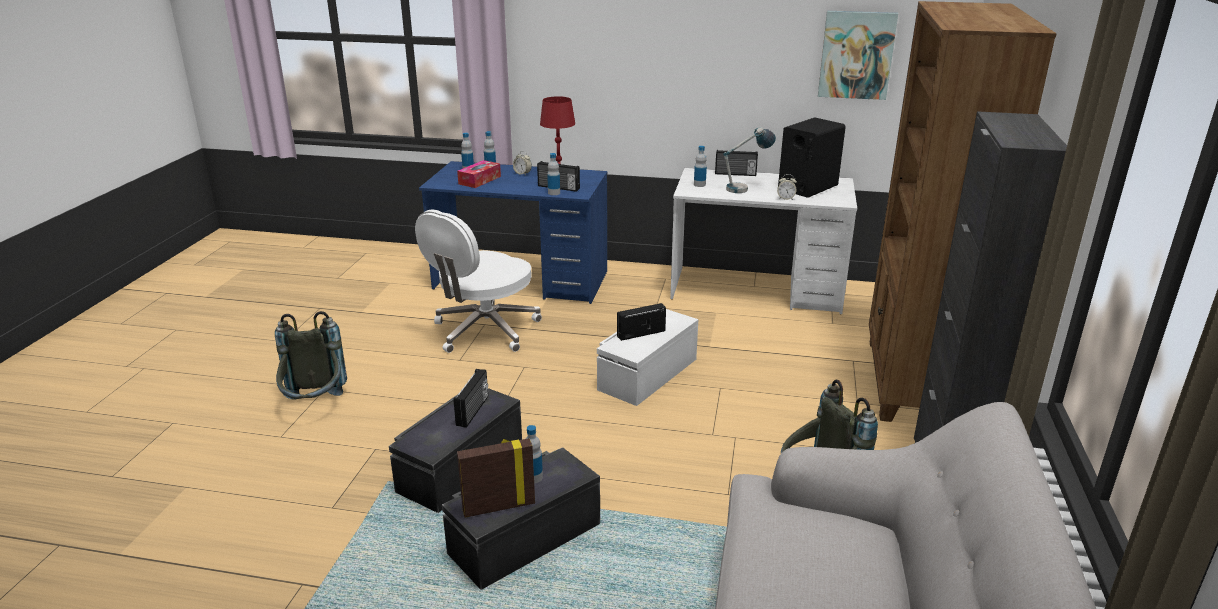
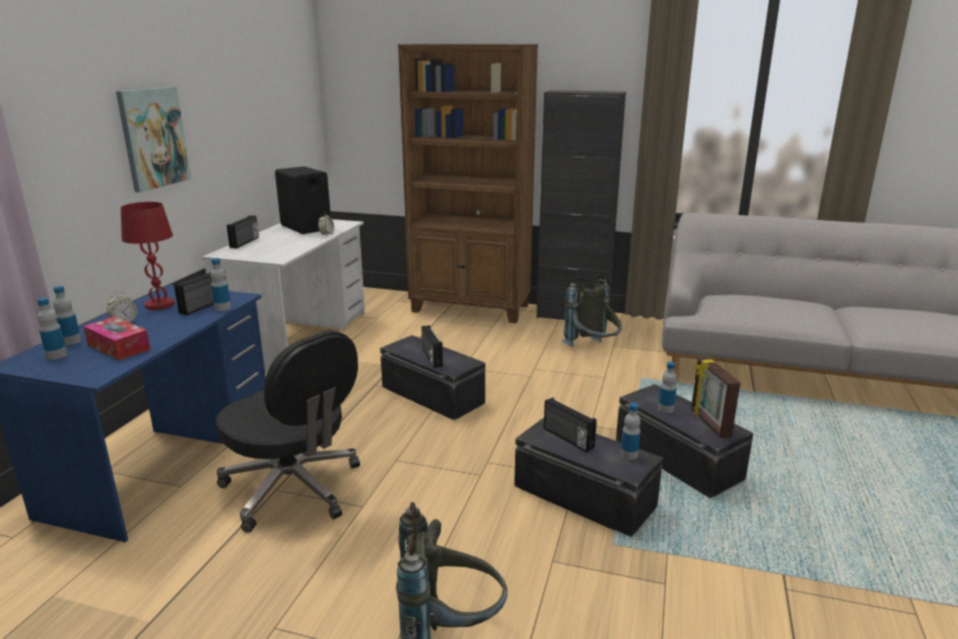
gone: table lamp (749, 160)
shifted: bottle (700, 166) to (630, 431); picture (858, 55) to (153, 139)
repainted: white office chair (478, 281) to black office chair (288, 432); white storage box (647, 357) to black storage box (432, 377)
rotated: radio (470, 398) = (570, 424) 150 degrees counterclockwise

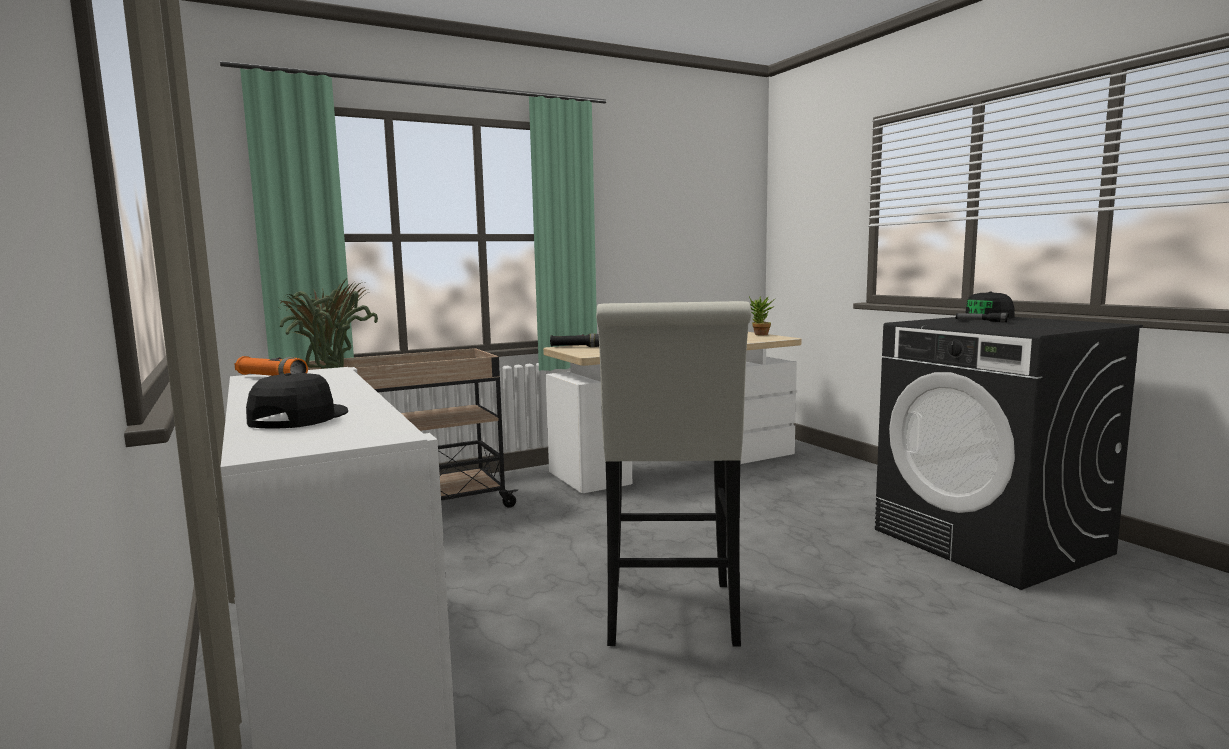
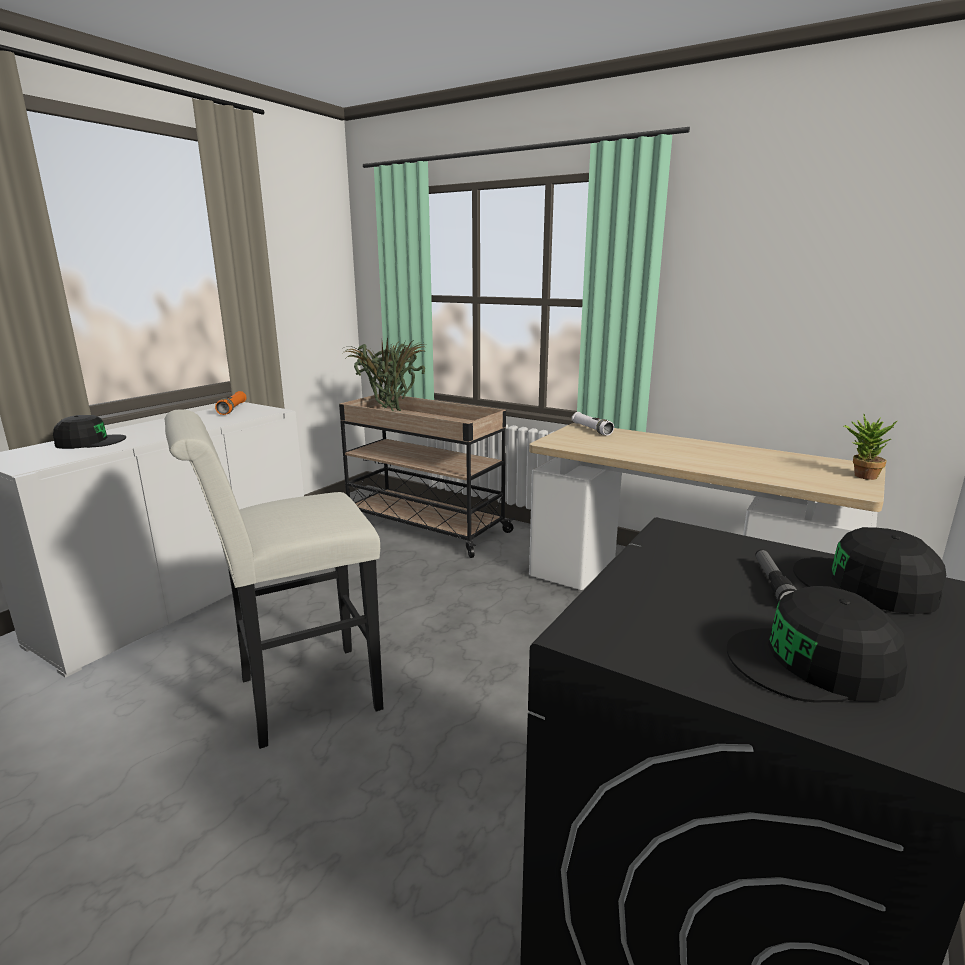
new: black cap (817, 644)
repainted: black flashlight (574, 340) to white flashlight (593, 424)

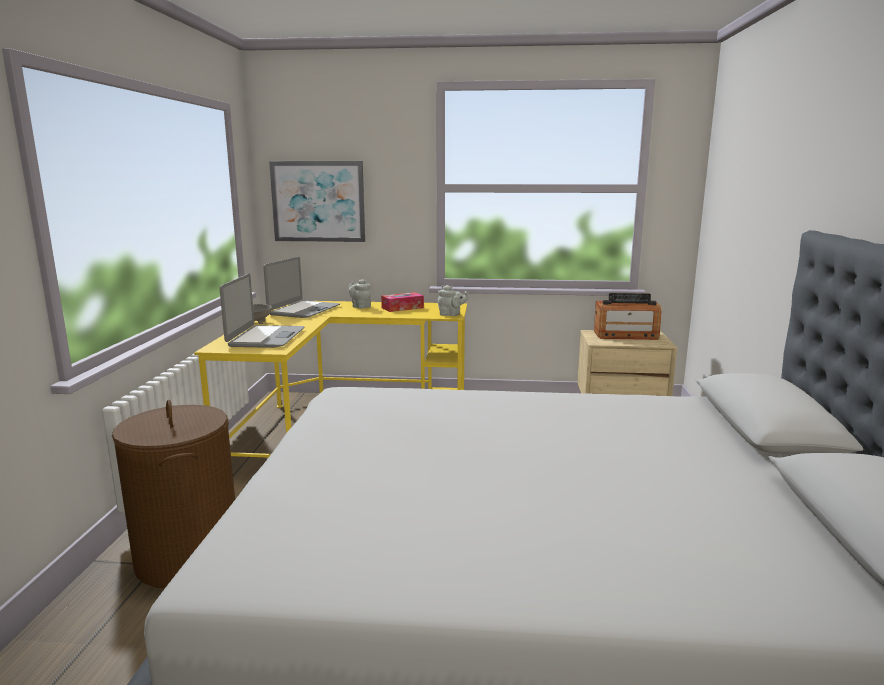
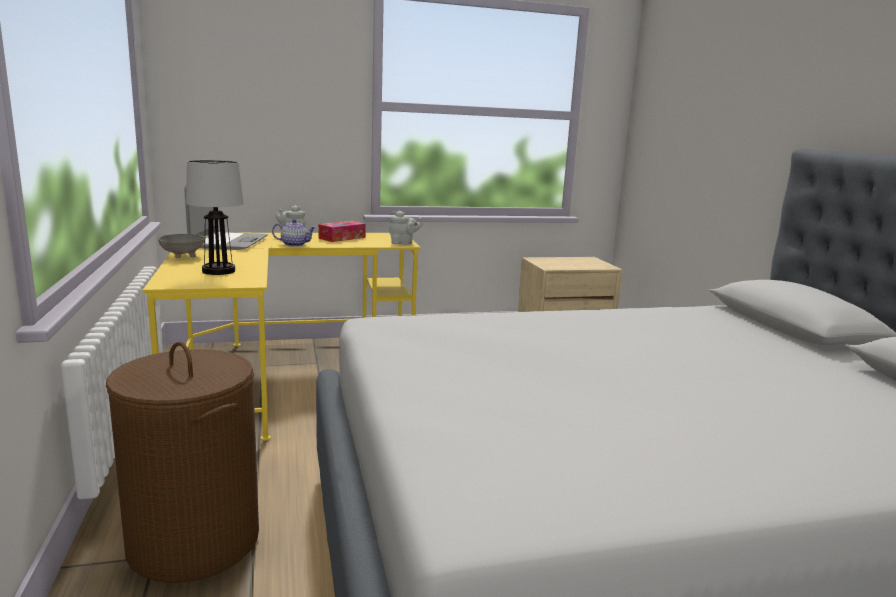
gone: picture (317, 201); radio (628, 316)
new: teapot (294, 233)
swapped: laptop (262, 311) to table lamp (215, 217)

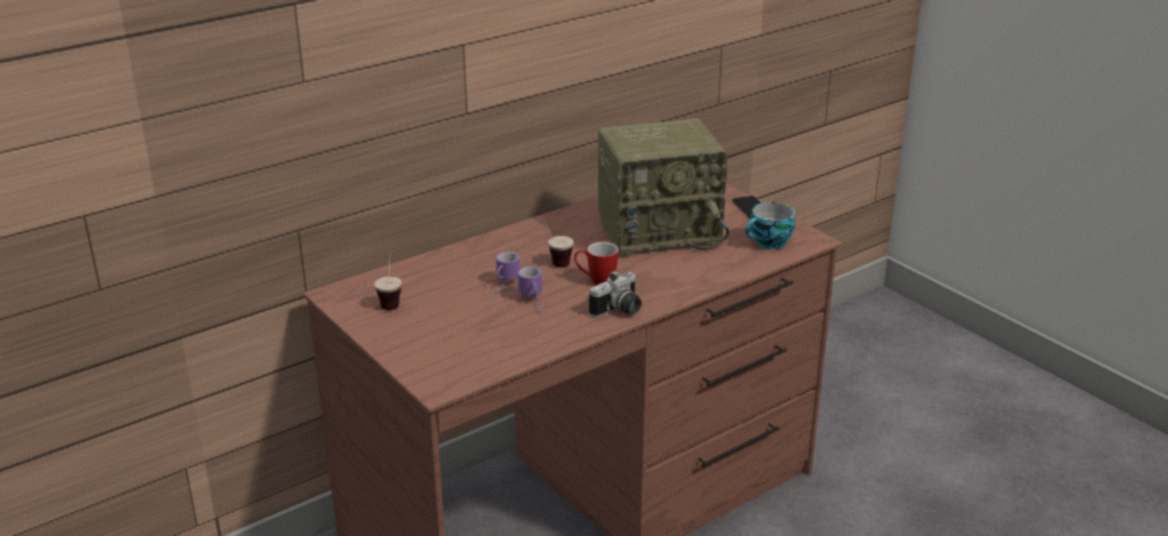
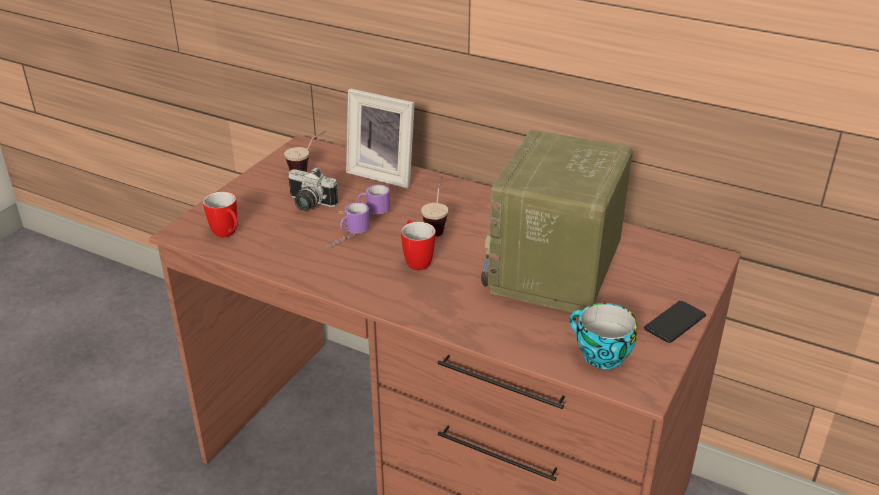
new: mug (220, 214); picture frame (380, 138)
shifted: photo camera (615, 294) to (313, 189)
rotated: radio (663, 187) = (557, 221) 60 degrees clockwise

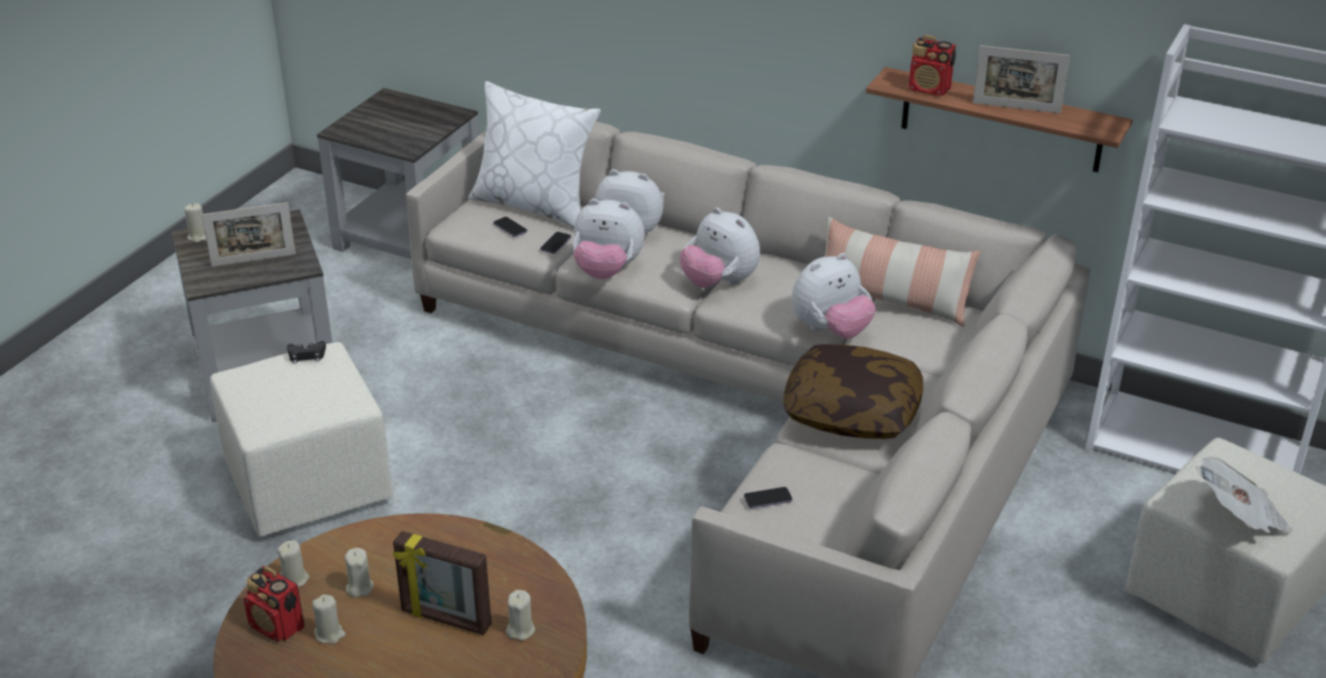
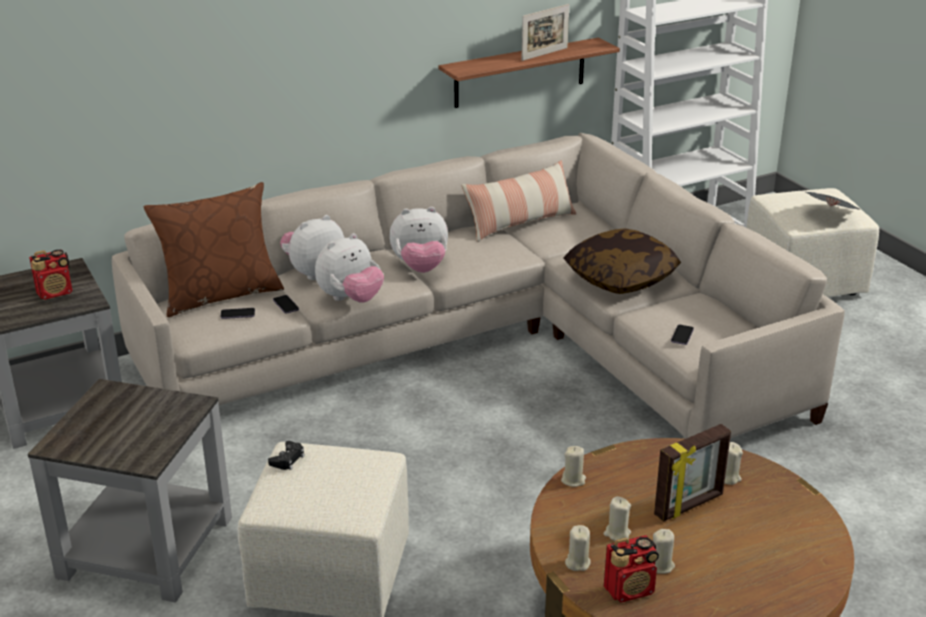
gone: picture frame (249, 234); plush toy (834, 296)
shifted: beige candle (195, 222) to (573, 466); radio (932, 65) to (51, 275)
repainted: white pillow (534, 154) to brown pillow (214, 249)

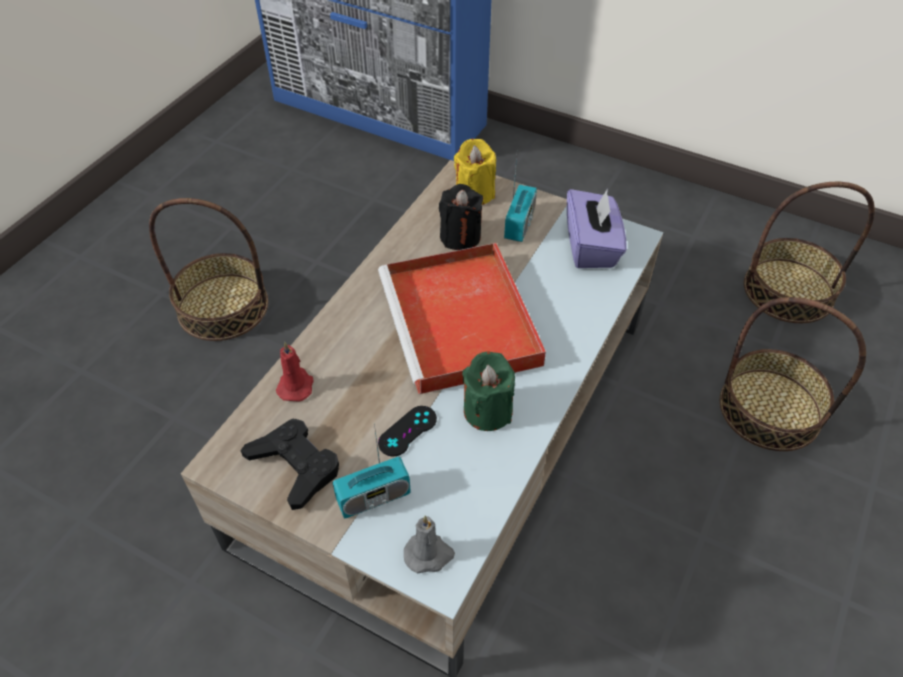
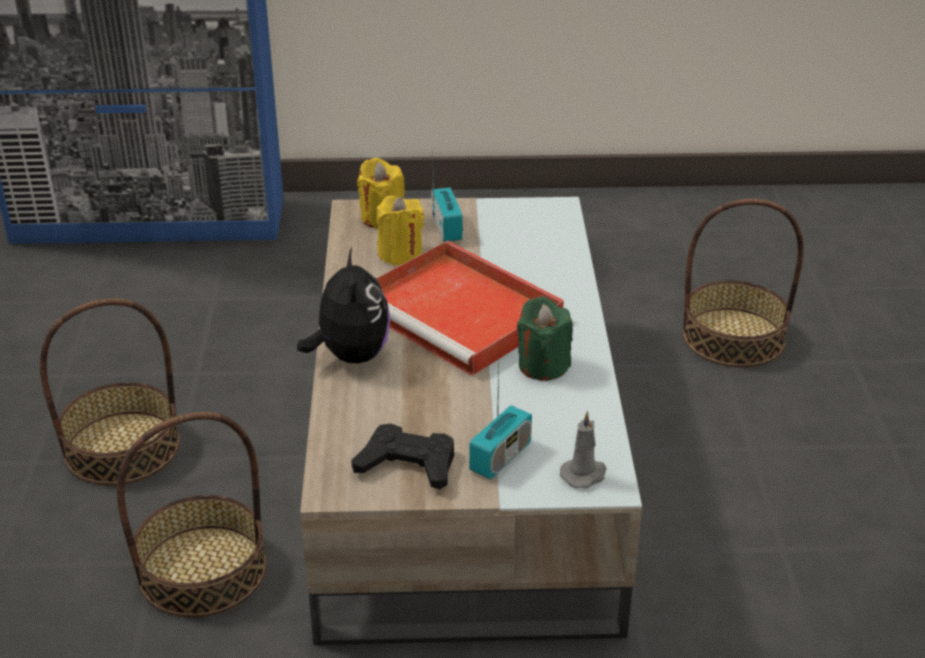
gone: red candle (294, 372); black game controller (407, 431); purple tissue box (596, 228)
new: plush toy (343, 305)
shifted: basket (809, 252) to (191, 514)
repainted: black candle (461, 217) to yellow candle (400, 230)

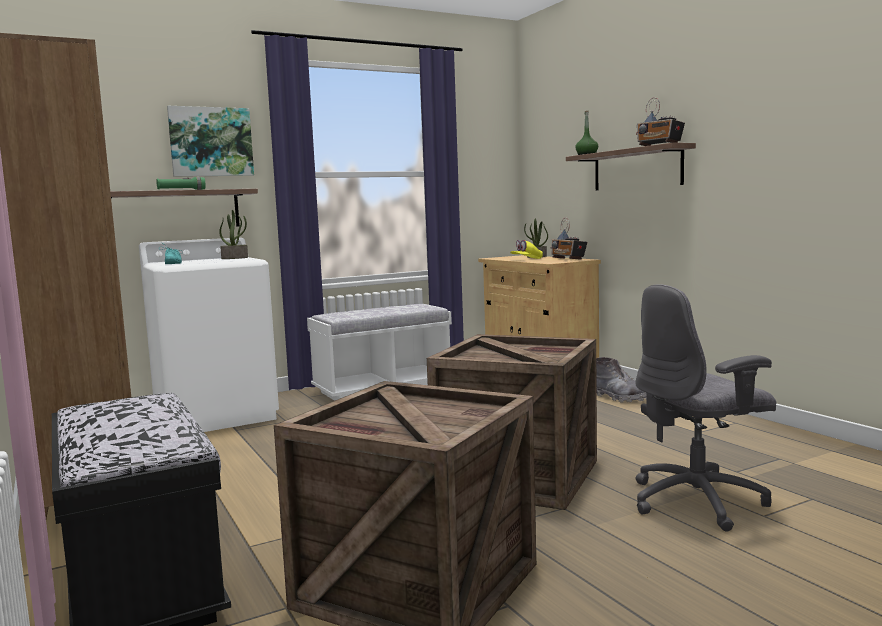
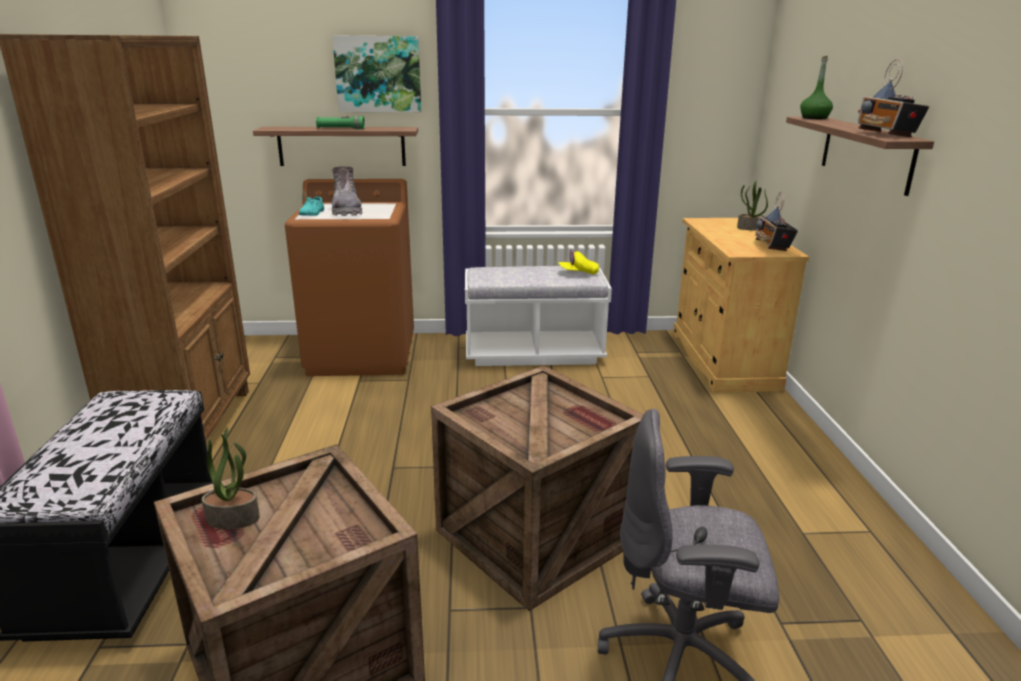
shifted: potted plant (233, 234) to (231, 478); yellow cap (526, 249) to (579, 262); grey boot (621, 379) to (347, 191)
repainted: white washing machine (209, 335) to brown washing machine (349, 277)

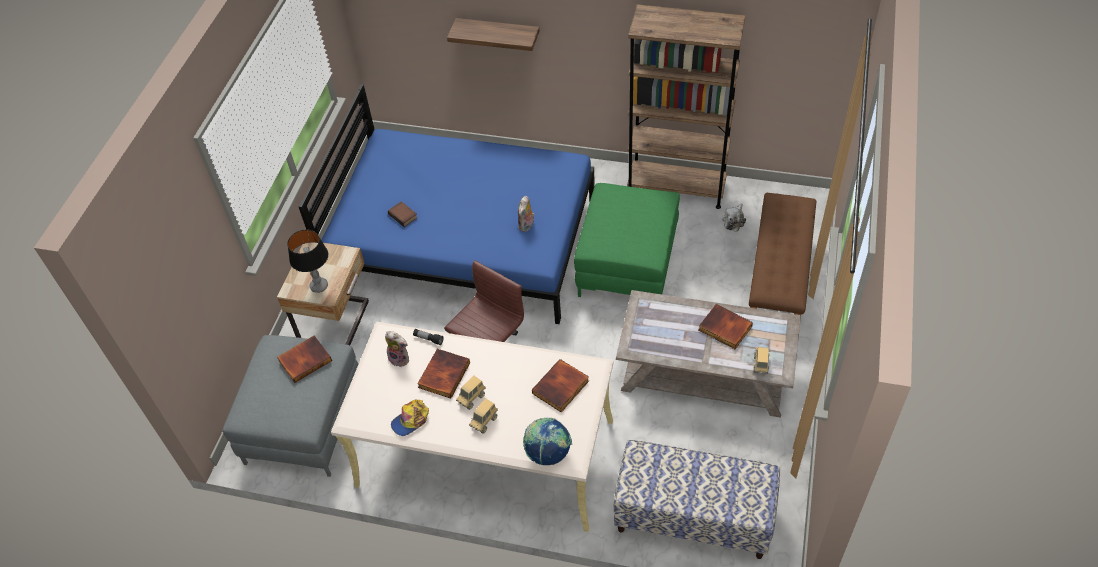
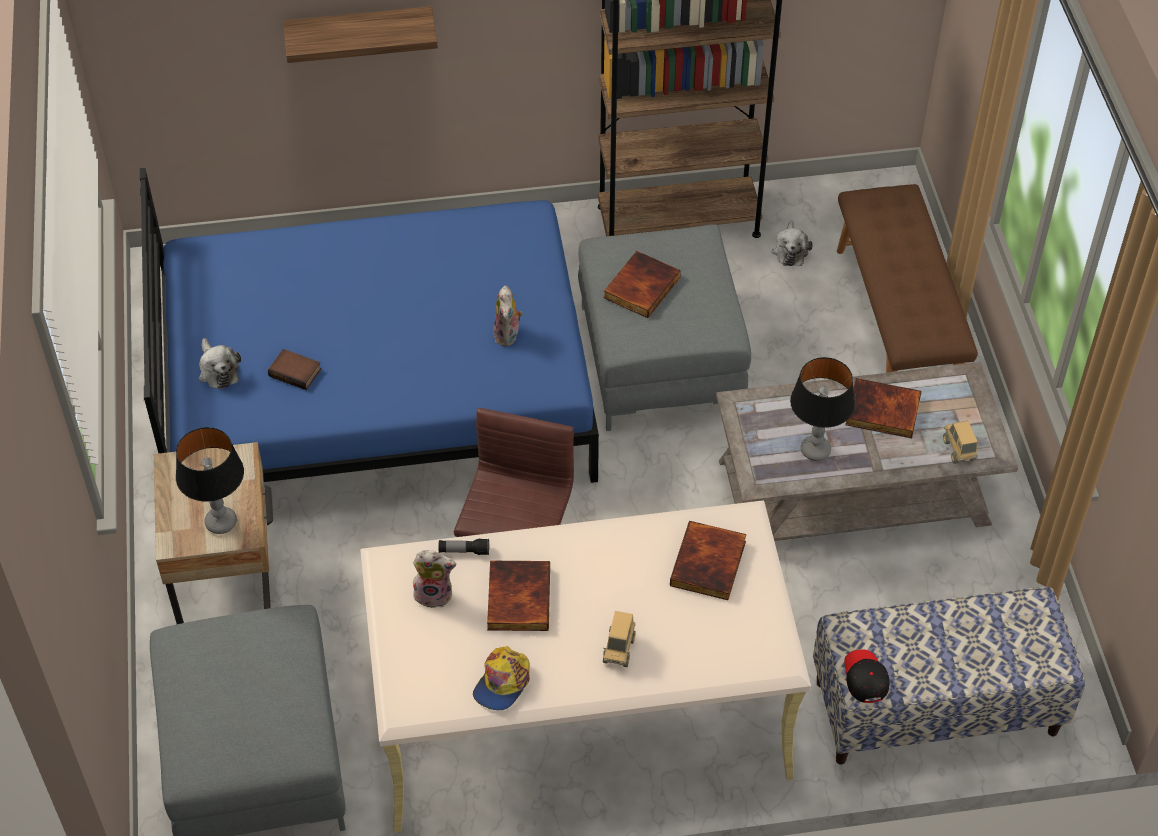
gone: toy truck (471, 392); globe (547, 441)
new: plush toy (220, 364); table lamp (822, 409); black cap (867, 676)
shifted: book (304, 359) to (642, 284)
repainted: green ottoman (627, 240) to grey ottoman (664, 327)

